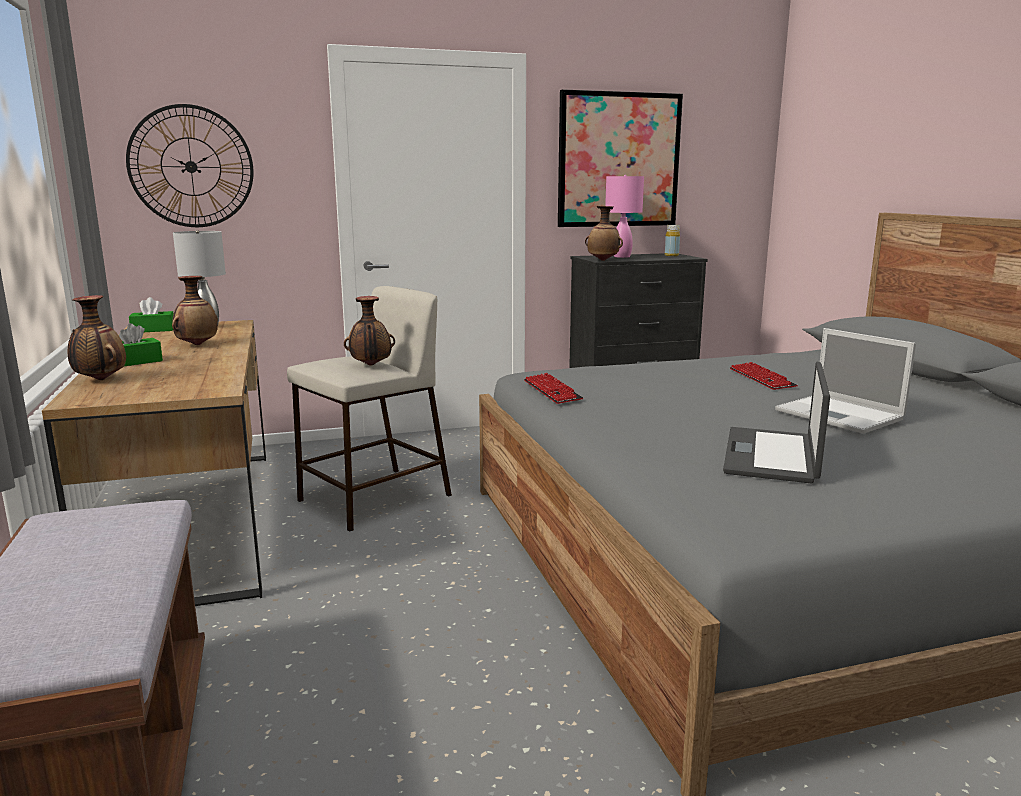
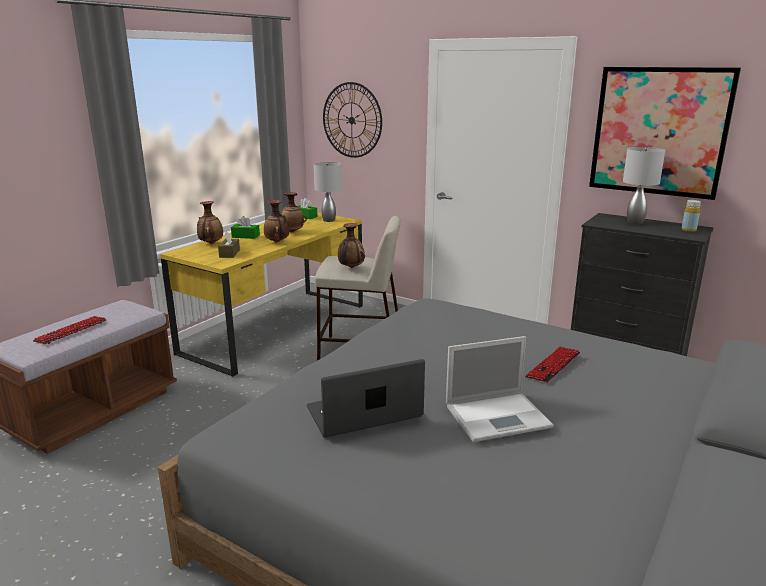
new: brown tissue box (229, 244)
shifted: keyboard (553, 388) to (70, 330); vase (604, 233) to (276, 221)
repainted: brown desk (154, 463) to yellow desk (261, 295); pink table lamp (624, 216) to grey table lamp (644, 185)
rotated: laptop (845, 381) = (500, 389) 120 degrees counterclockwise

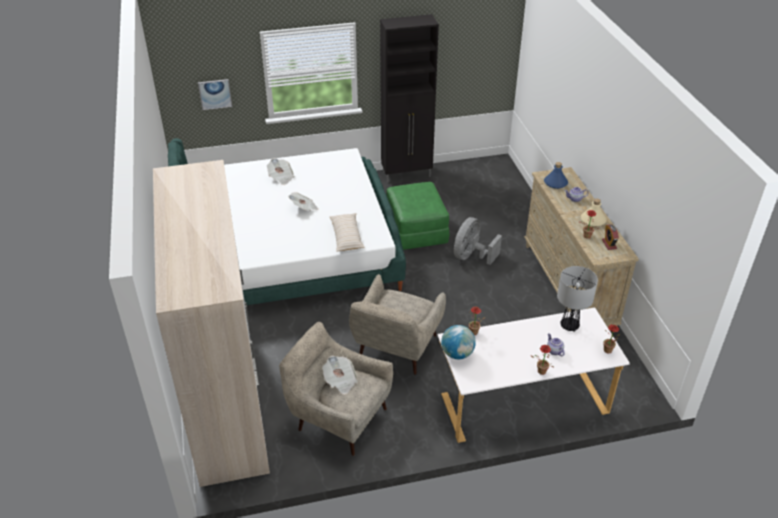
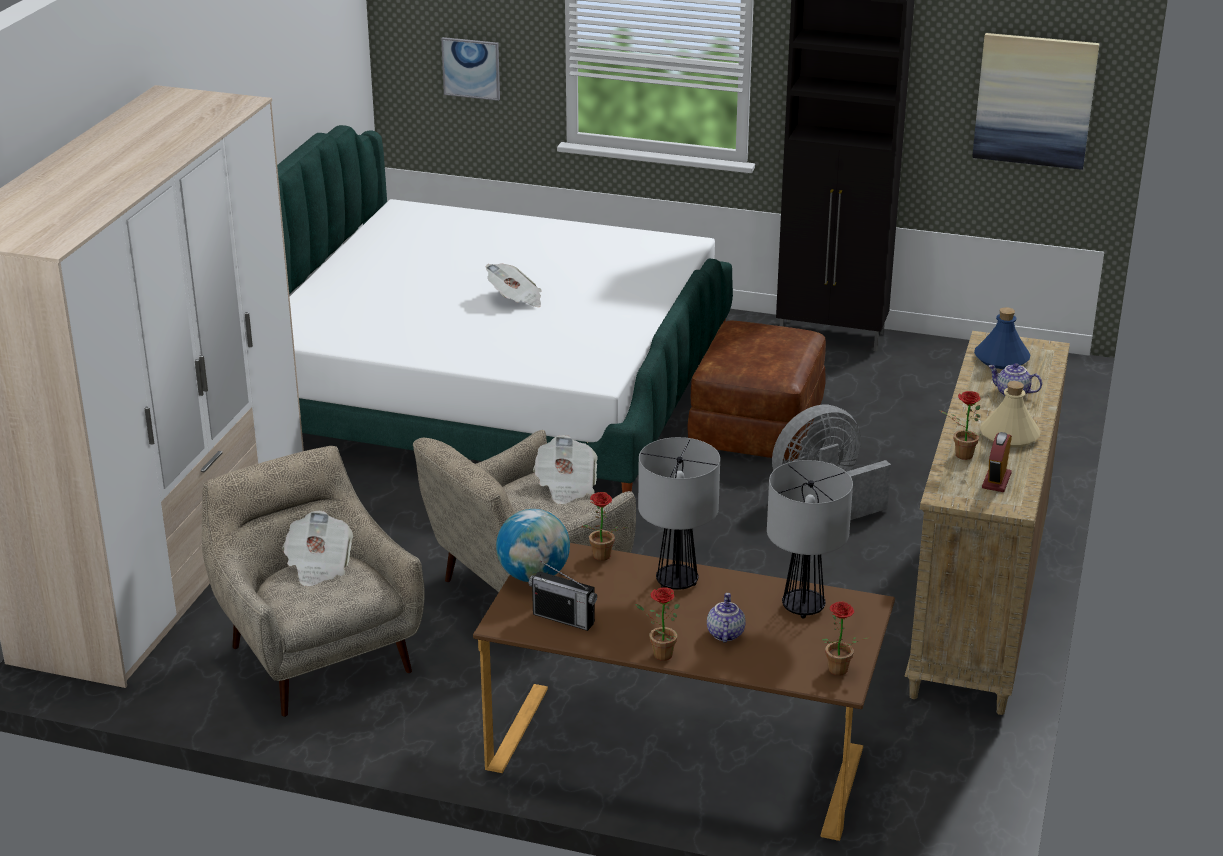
gone: beige pillow (347, 232)
new: radio (563, 596); table lamp (679, 513); picture (1035, 101)
shifted: newspaper (281, 171) to (565, 469)
repainted: green ottoman (417, 216) to brown ottoman (756, 391); white desk (534, 375) to brown desk (684, 692)

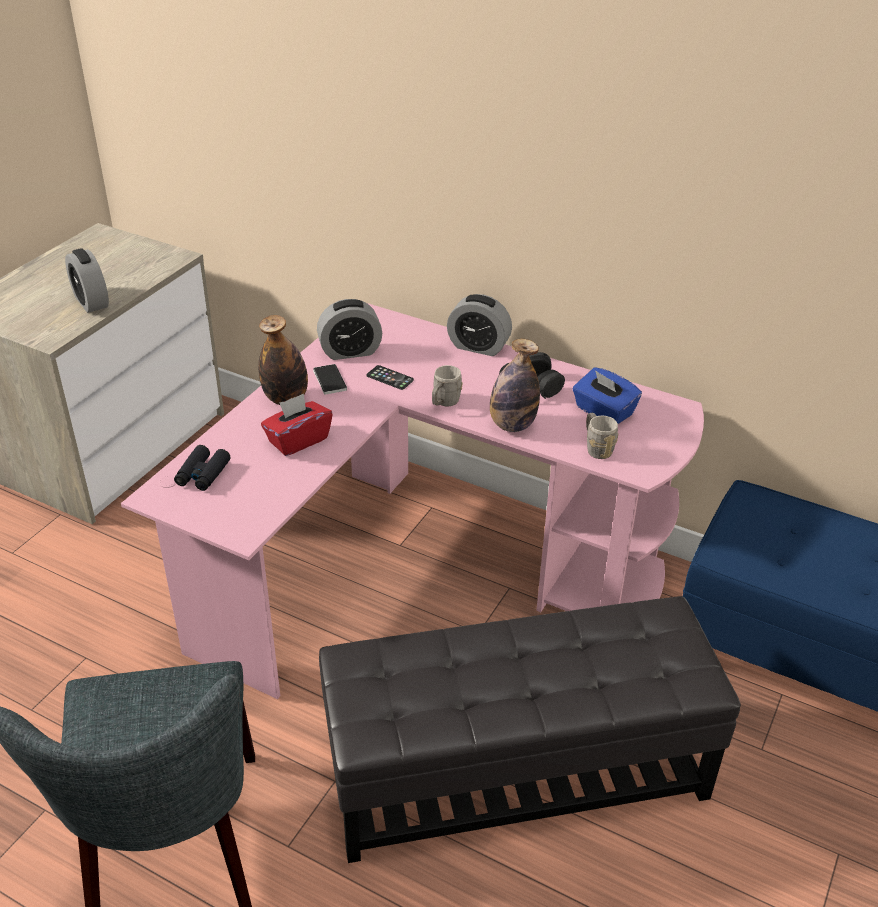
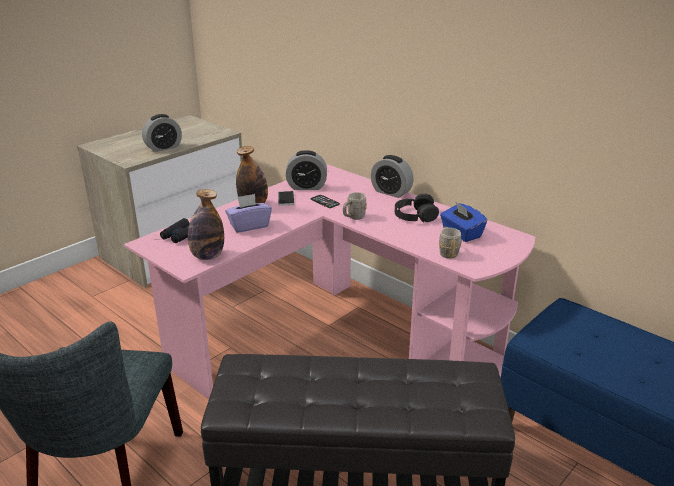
shifted: bottle (515, 385) to (206, 224)
repainted: red tissue box (297, 424) to purple tissue box (248, 213)
rotated: alarm clock (87, 280) = (162, 133) 105 degrees counterclockwise

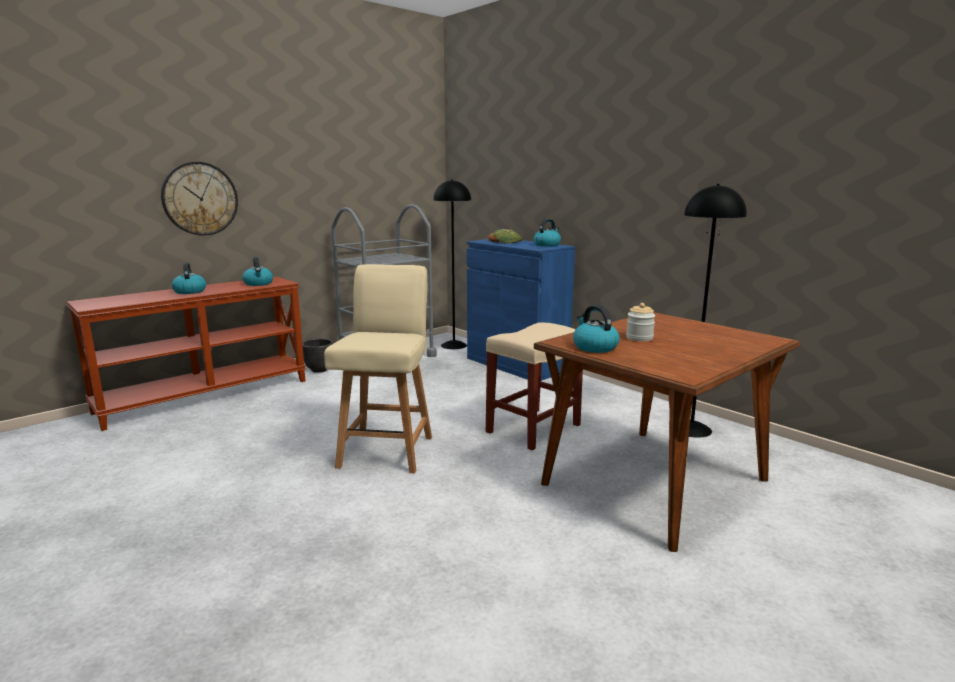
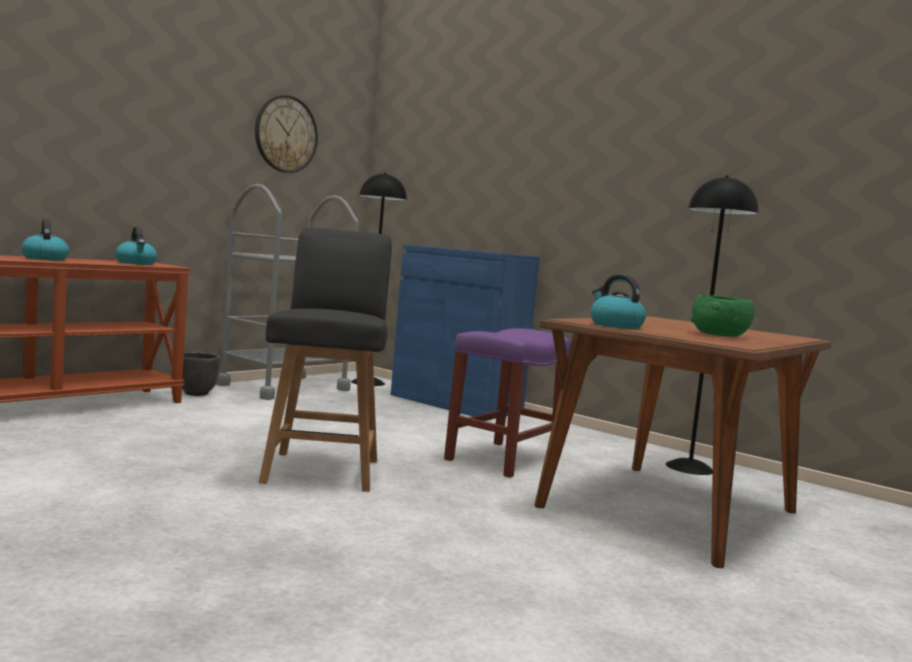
gone: bread (505, 236); kettle (547, 233); jar (640, 322)
new: green bowl (723, 316)
shifted: wall clock (199, 199) to (286, 134)
repainted: beige chair (378, 369) to black chair (325, 360); beige stool (534, 386) to purple stool (507, 403)

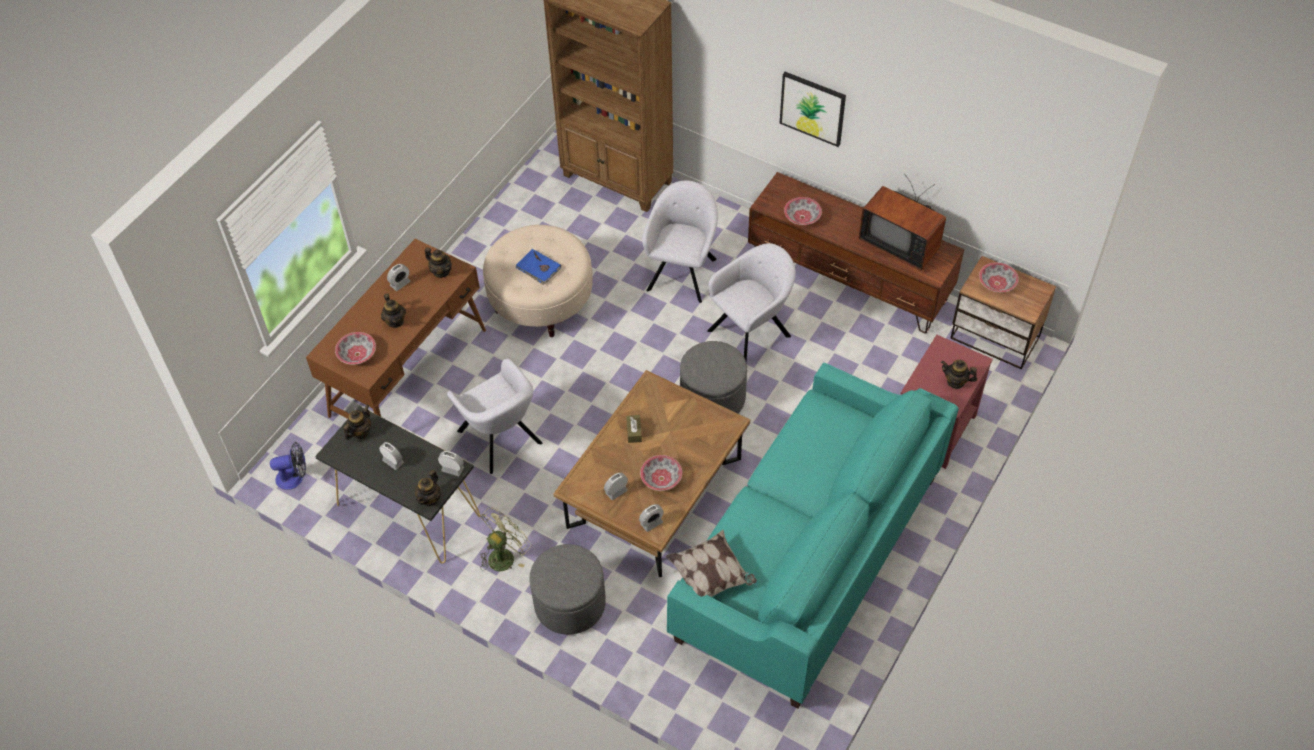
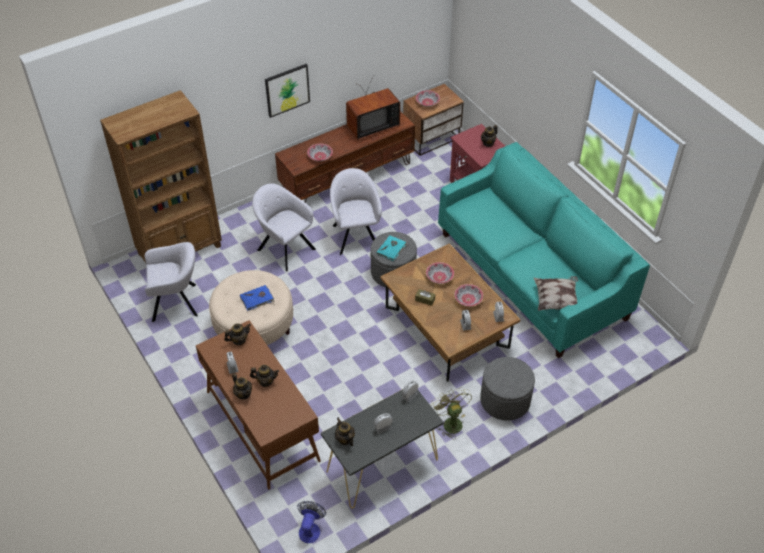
new: turquoise book (392, 248)
shifted: bowl (355, 348) to (440, 273); teapot (428, 488) to (242, 386); grey armchair (495, 416) to (171, 282)

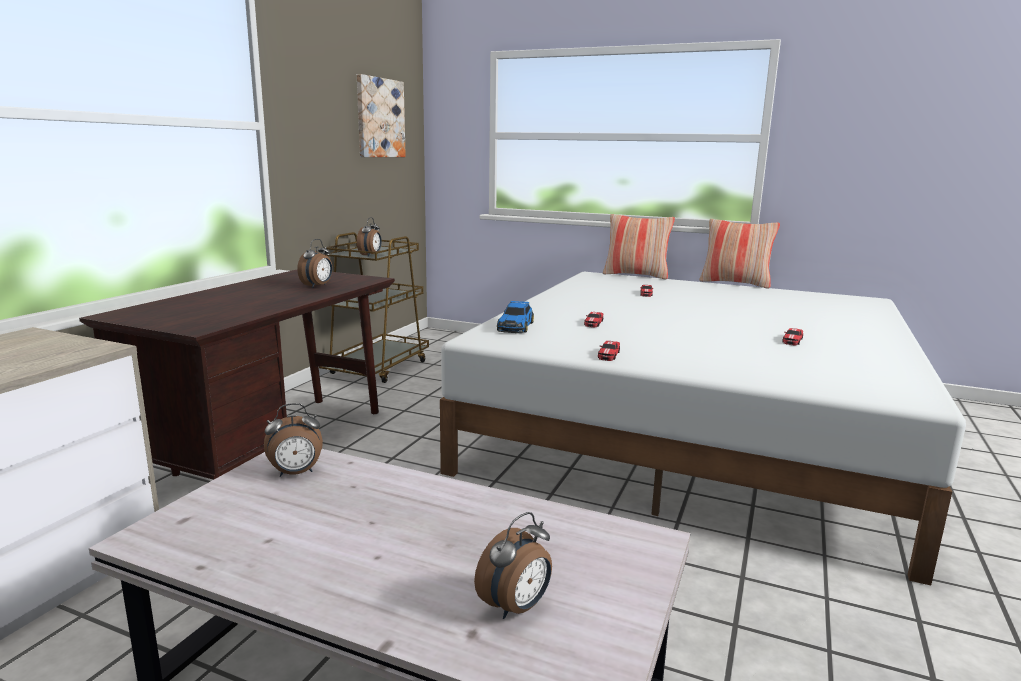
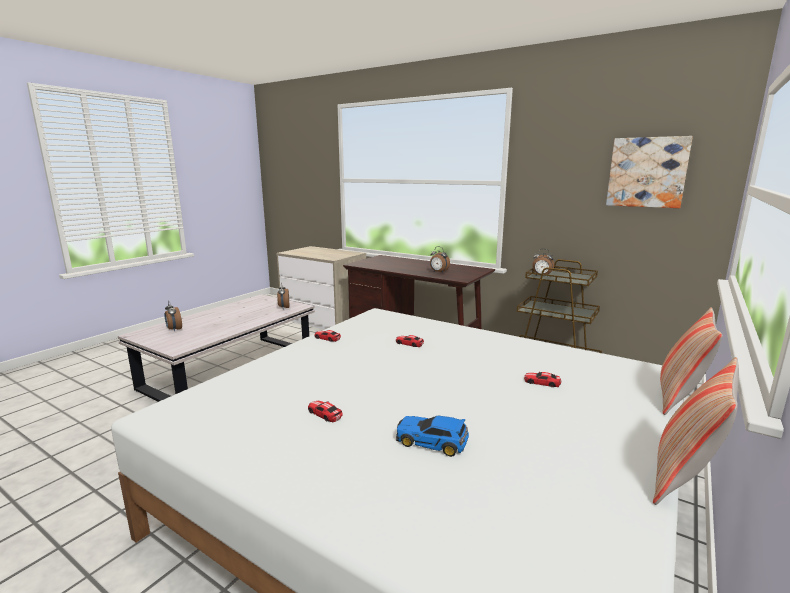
shifted: toy car (515, 317) to (432, 436)

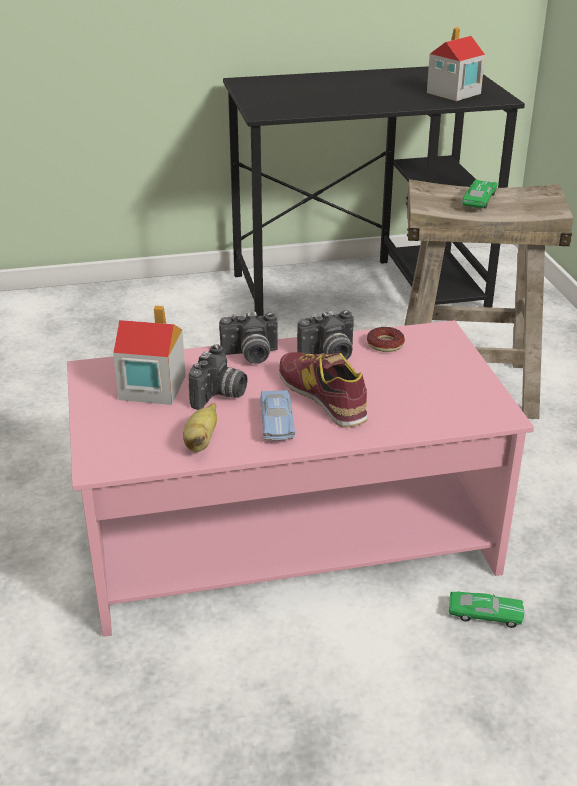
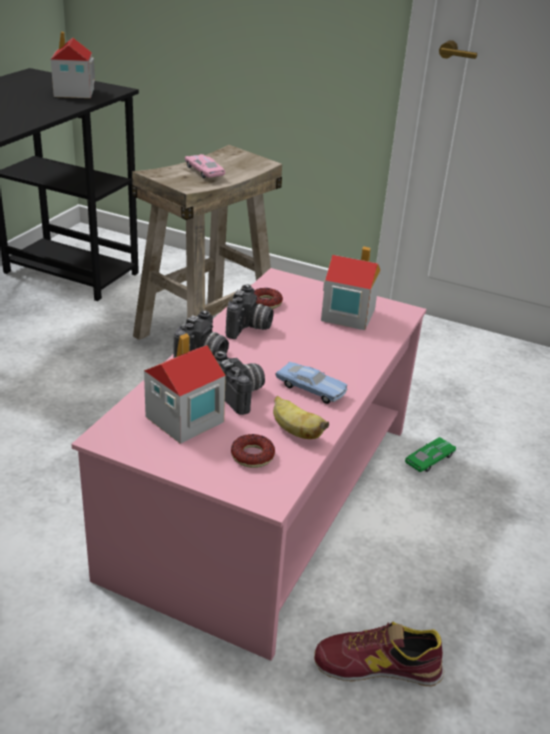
new: donut (253, 451); toy house (351, 288)
shifted: shoe (323, 389) to (379, 653)
repainted: green toy car (480, 194) to pink toy car (205, 166)

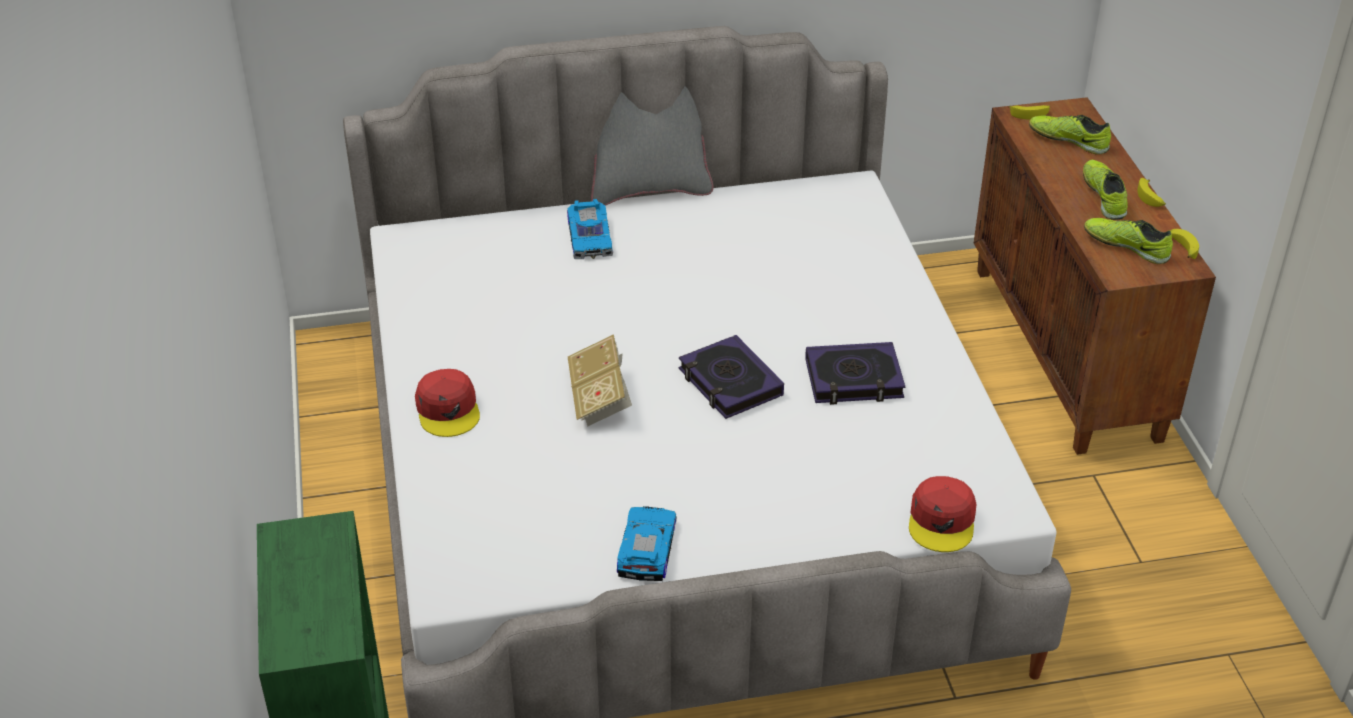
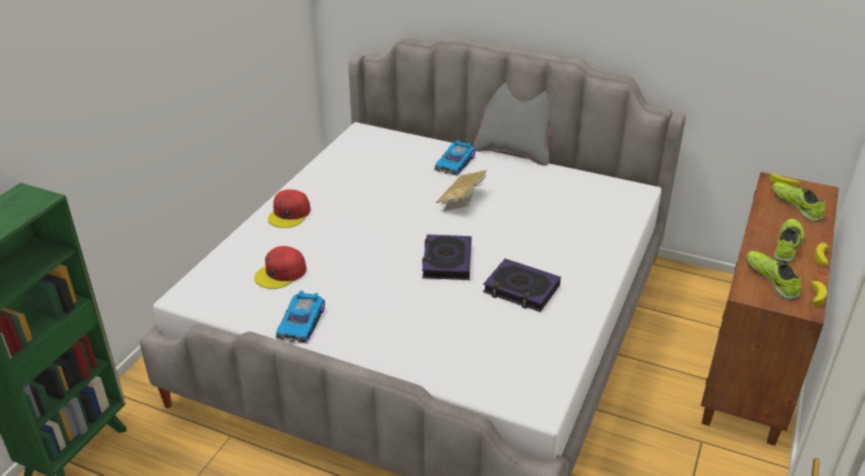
shifted: book (600, 380) to (461, 190); red cap (942, 514) to (280, 267)
rotated: toy car (647, 543) = (300, 317) 150 degrees clockwise

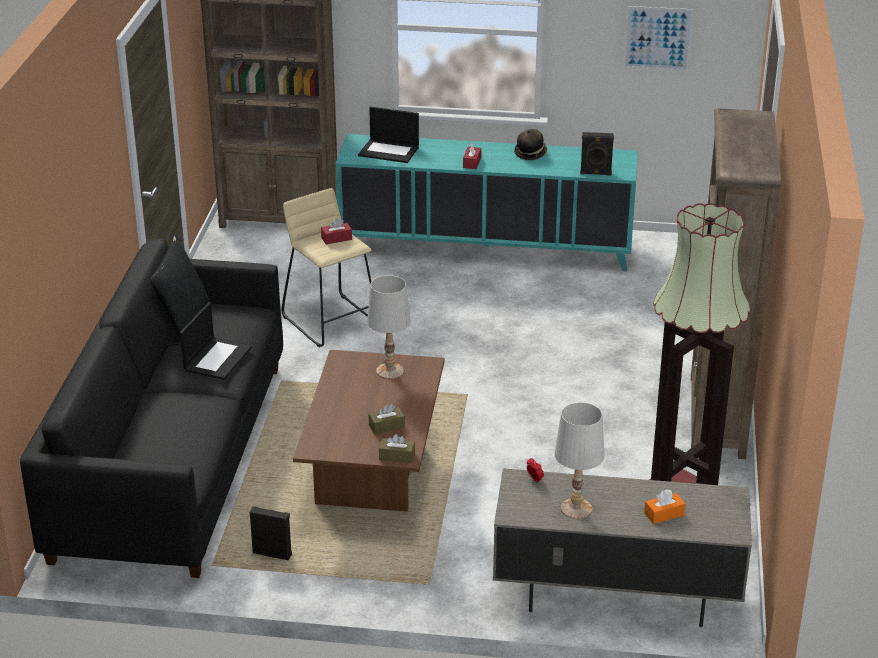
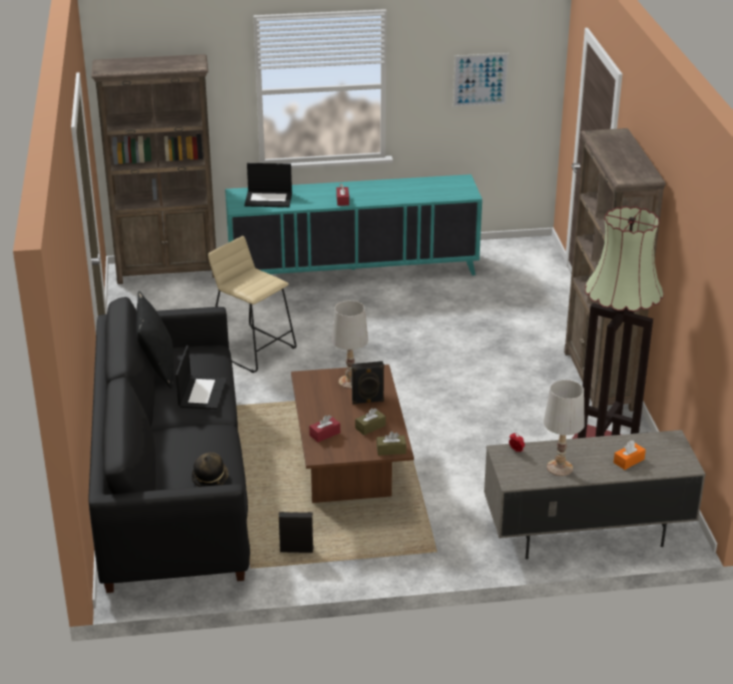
shifted: red tissue box (336, 231) to (324, 428); hat (530, 144) to (210, 469); black speaker (597, 154) to (368, 382)

